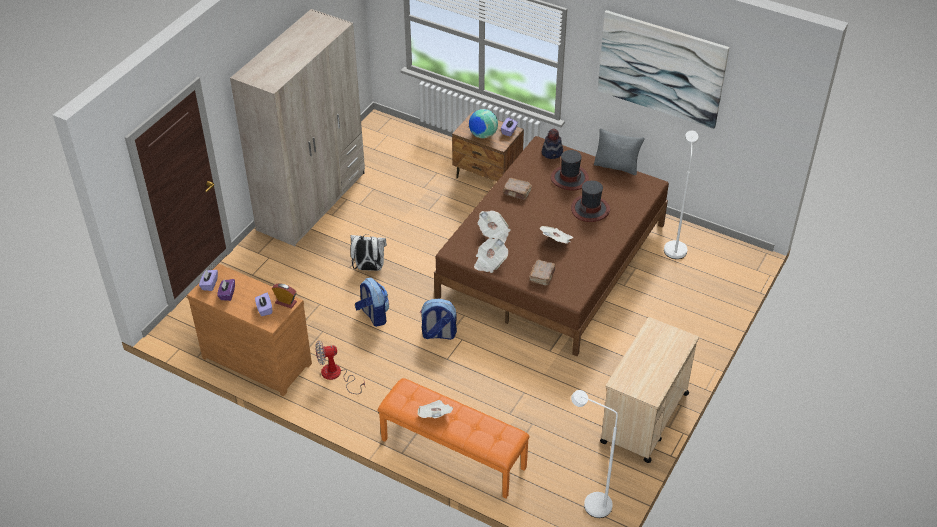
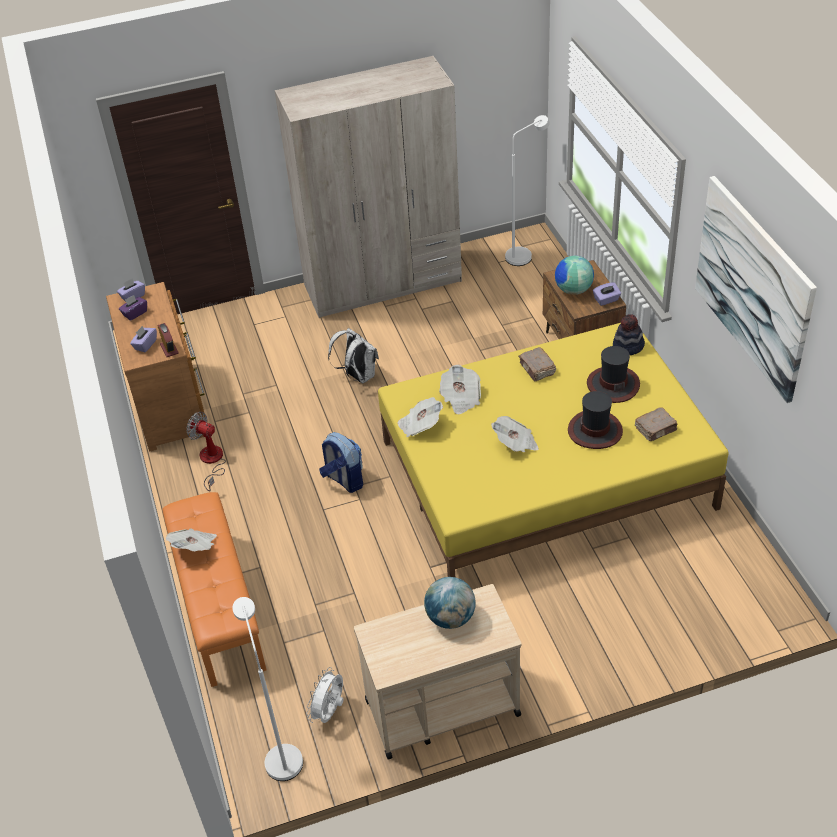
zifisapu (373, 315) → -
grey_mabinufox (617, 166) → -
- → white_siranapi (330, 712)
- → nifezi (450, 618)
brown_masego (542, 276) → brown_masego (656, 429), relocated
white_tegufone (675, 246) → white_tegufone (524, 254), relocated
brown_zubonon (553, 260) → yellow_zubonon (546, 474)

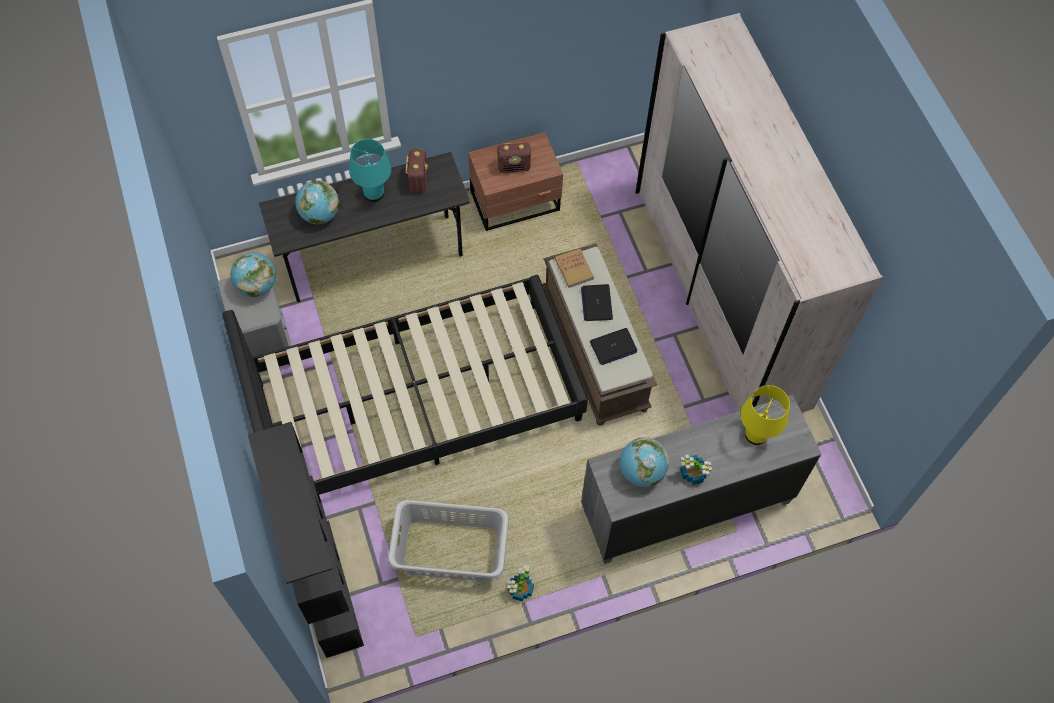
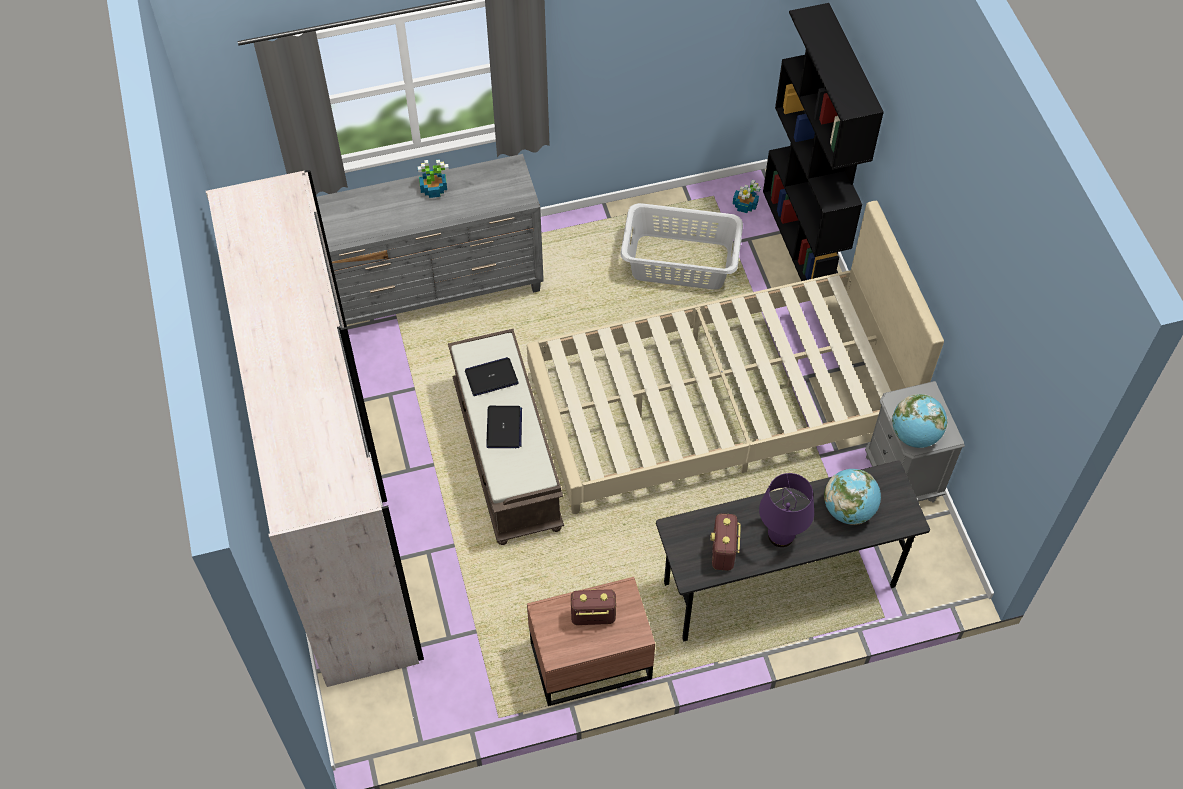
masego (574, 269) → -
nifezi (641, 471) → -
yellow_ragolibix (755, 435) → -
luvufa (520, 589) → luvufa (745, 205), relocated
black_zubonon (416, 402) → beige_zubonon (718, 406)
turquoise_ragolibix (374, 194) → purple_ragolibix (780, 535)

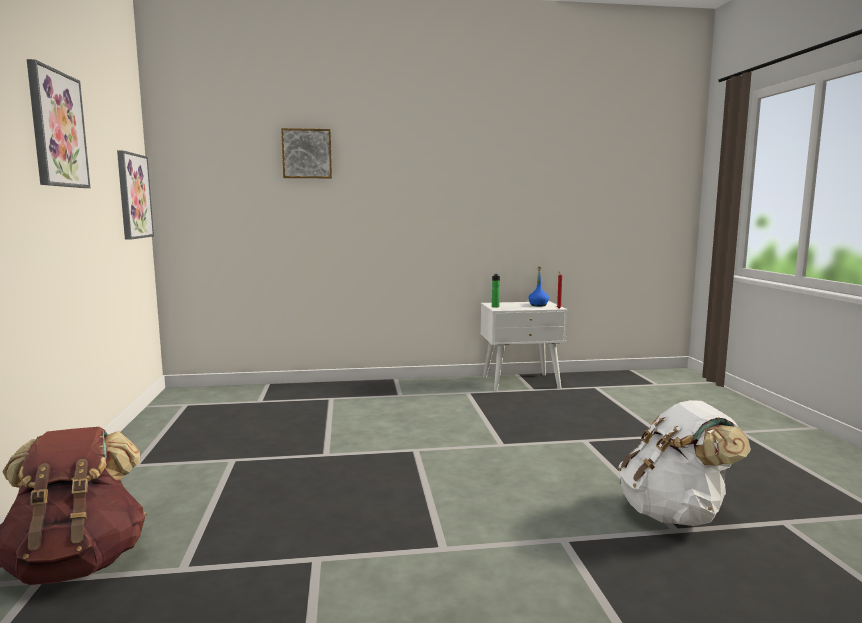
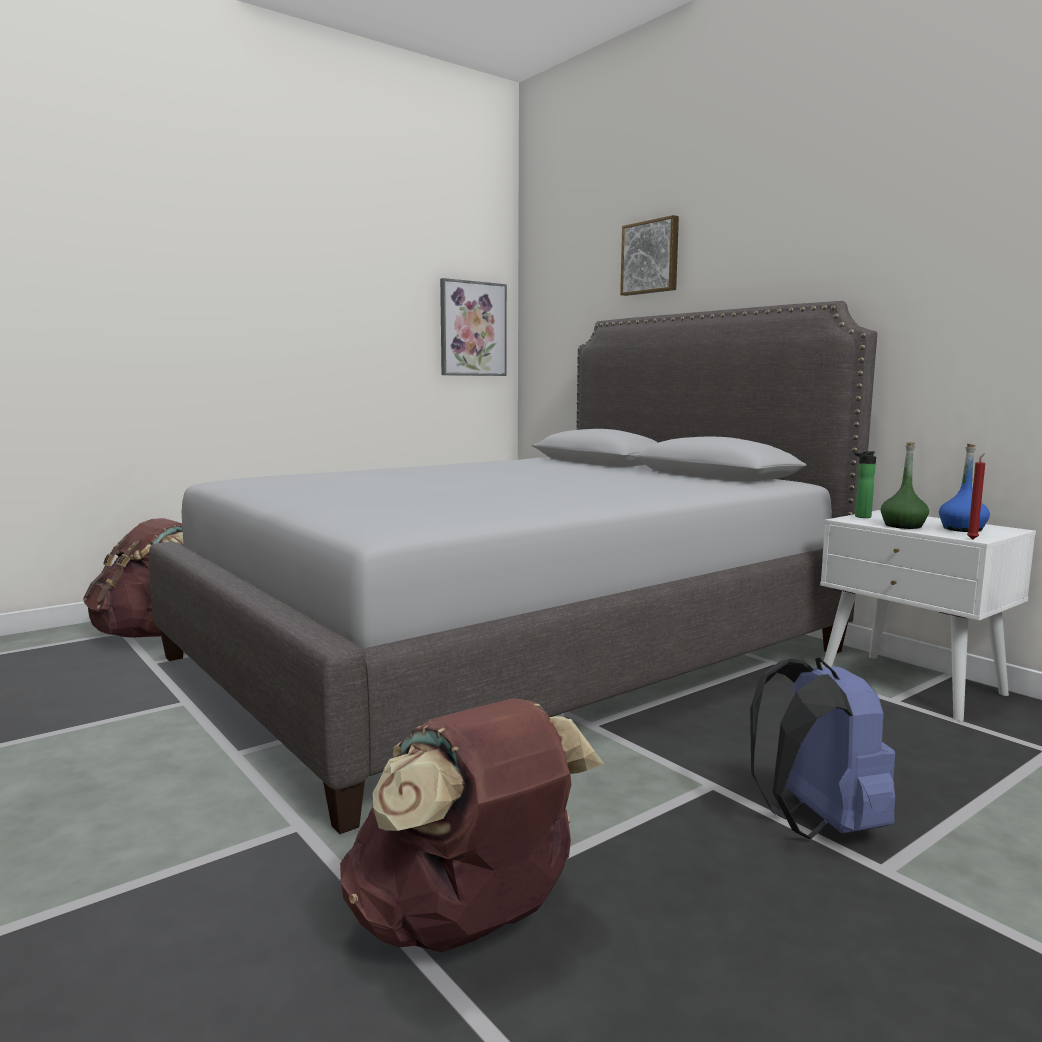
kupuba (57, 129) → -
- → grey_zubonon (512, 654)
- → blue_zifisapu (817, 824)
- → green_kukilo (903, 526)
white_zifisapu (675, 514) → brown_zifisapu (467, 924)

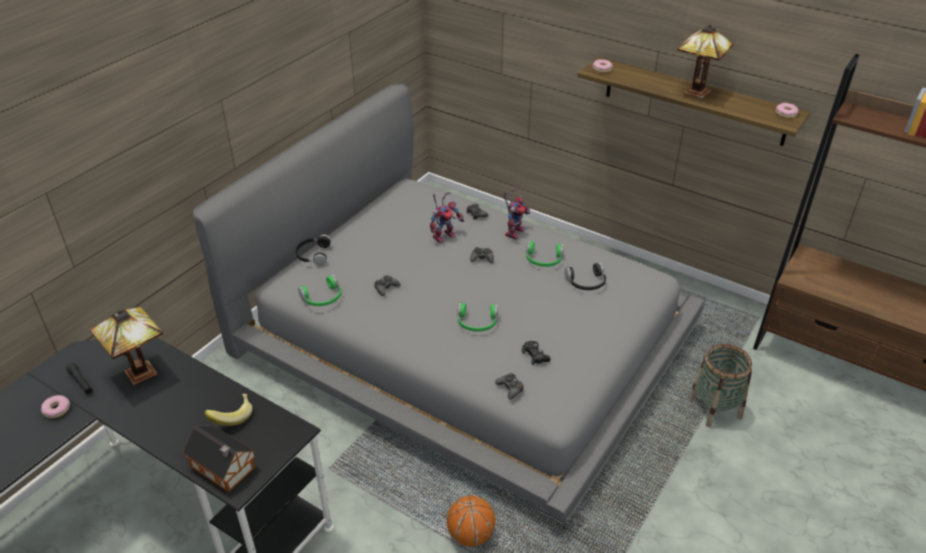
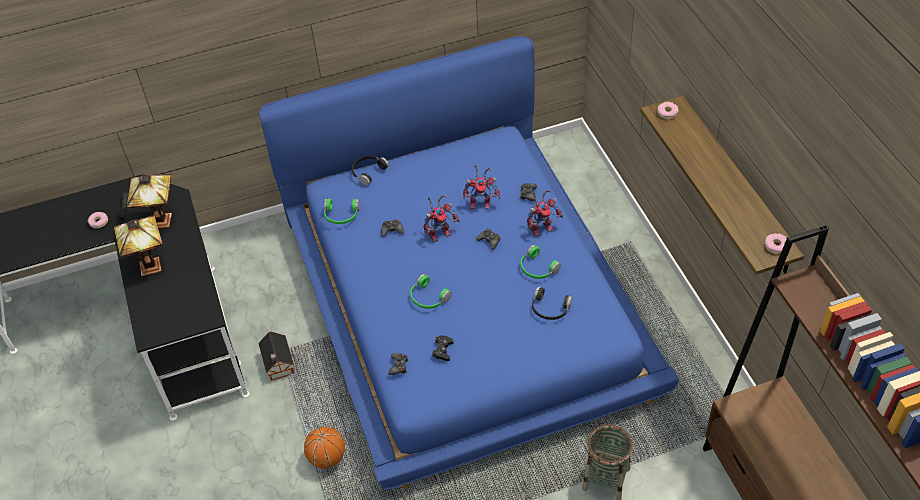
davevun (232, 416) → -
- → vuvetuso (440, 232)
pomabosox (224, 469) → pomabosox (278, 364), relocated
ragolibix (695, 92) → ragolibix (149, 266), relocated
grey_zubonon (462, 339) → blue_zubonon (463, 300)

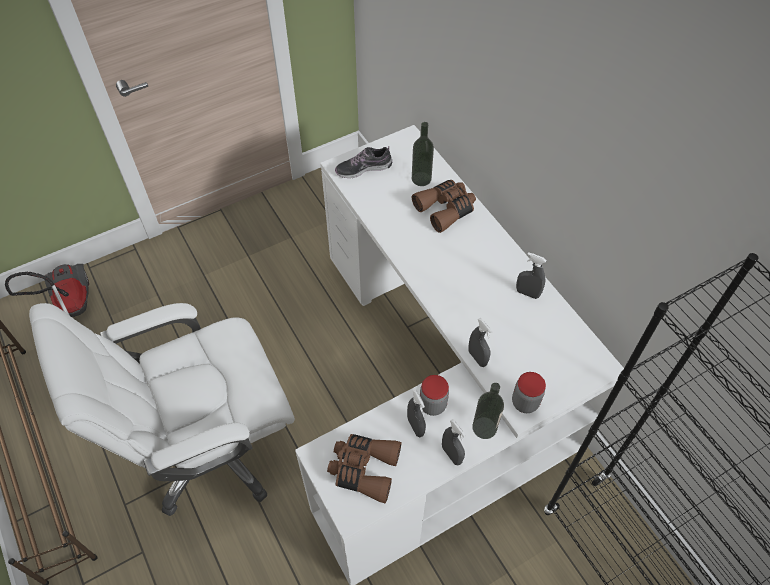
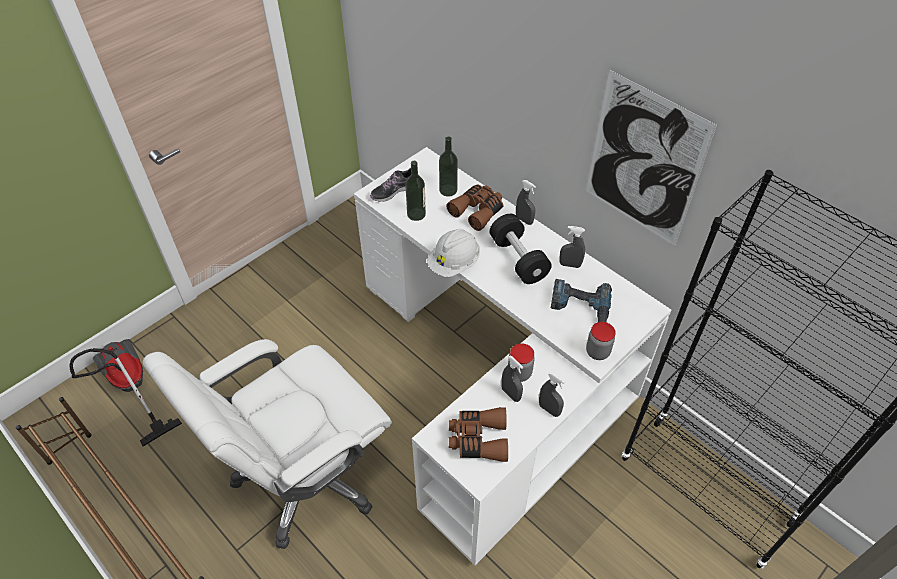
- → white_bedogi (454, 263)
- → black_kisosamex (518, 259)
- → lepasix (580, 306)
- → kupuba (644, 161)
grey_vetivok (477, 358) → grey_vetivok (524, 220), relocated
kukilo (484, 428) → kukilo (416, 214), relocated

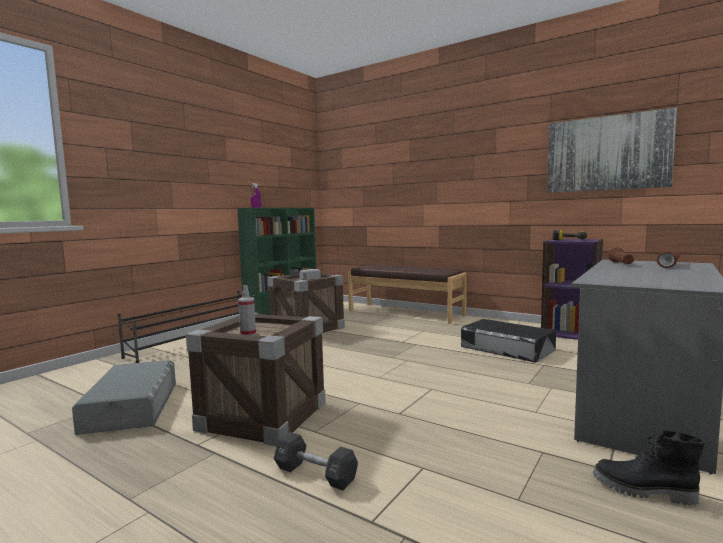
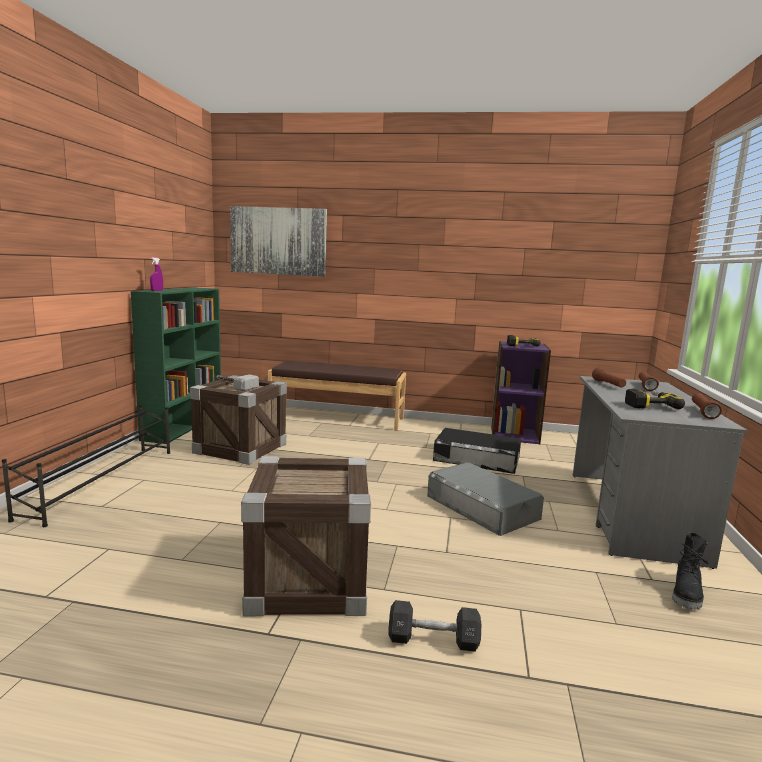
vetivok (248, 334) → -
- → lepasix (648, 404)
- → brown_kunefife (702, 412)
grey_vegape (132, 406) → grey_vegape (482, 507), relocated
kupuba (607, 153) → kupuba (278, 241), relocated
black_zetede (643, 491) → black_zetede (687, 594), 60 degrees counterclockwise

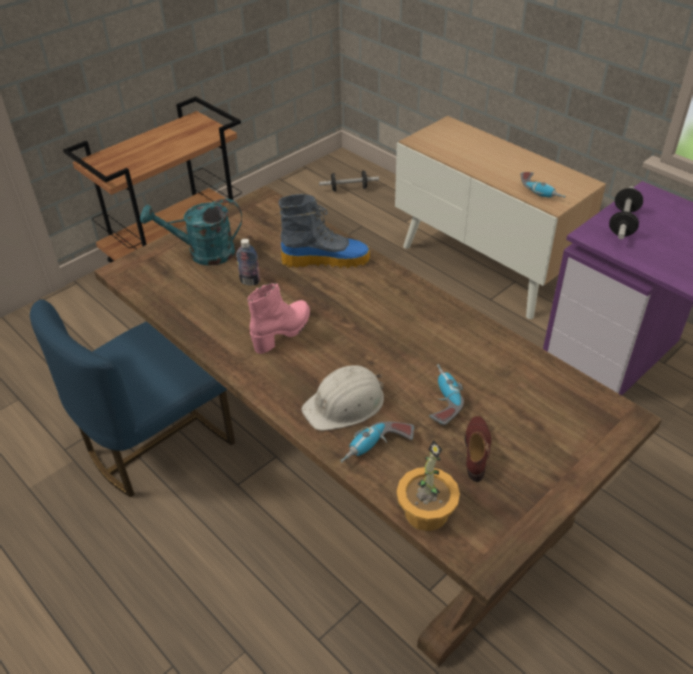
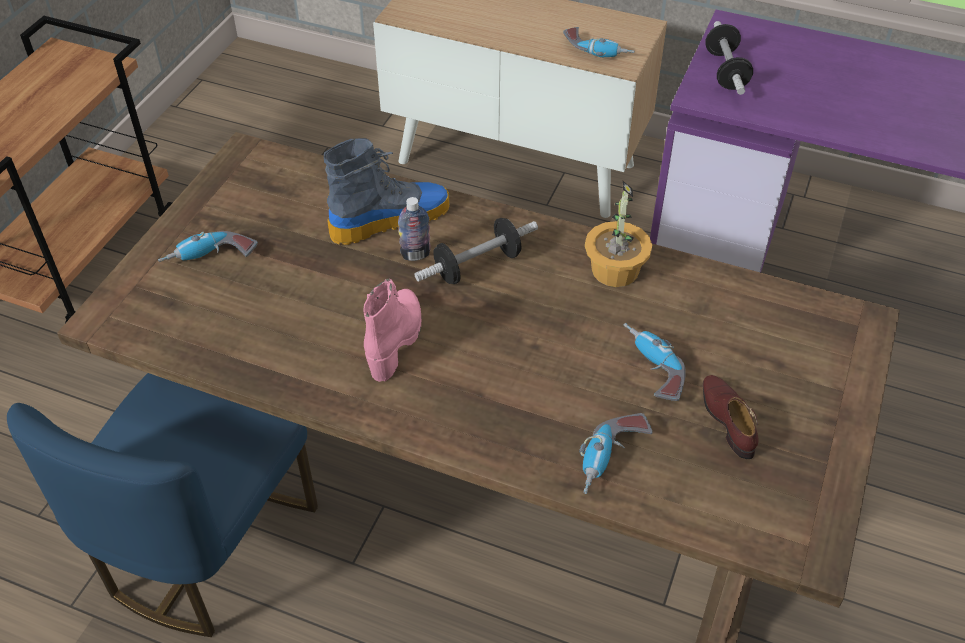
white_bedogi (345, 404) → -
kukilo (250, 281) → kukilo (415, 254), relocated
kisosamex (349, 189) → kisosamex (477, 265), relocated
luvufa (425, 512) → luvufa (614, 270), relocated
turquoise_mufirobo (203, 253) → lepasix (210, 259)

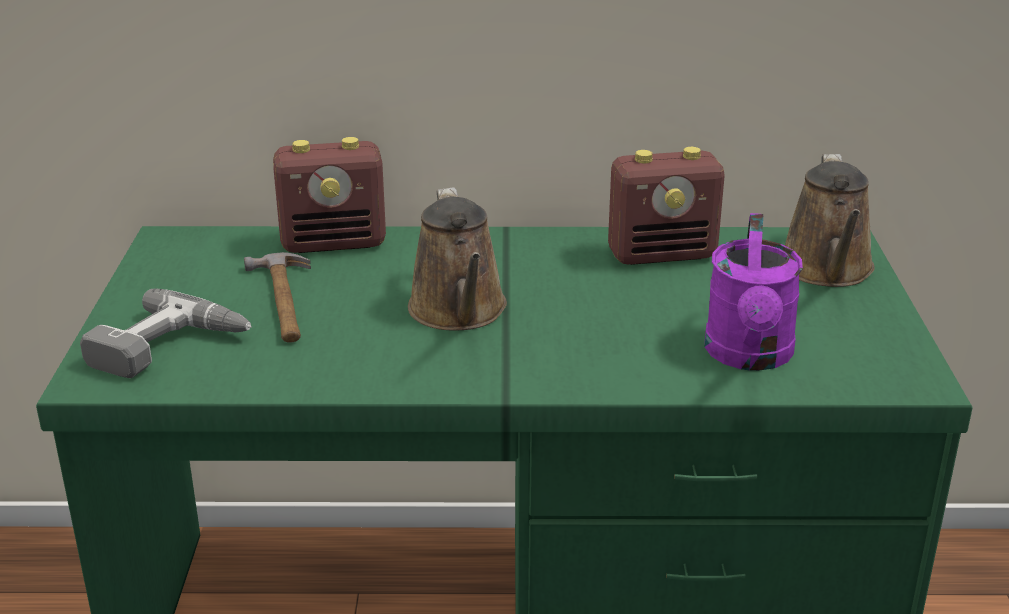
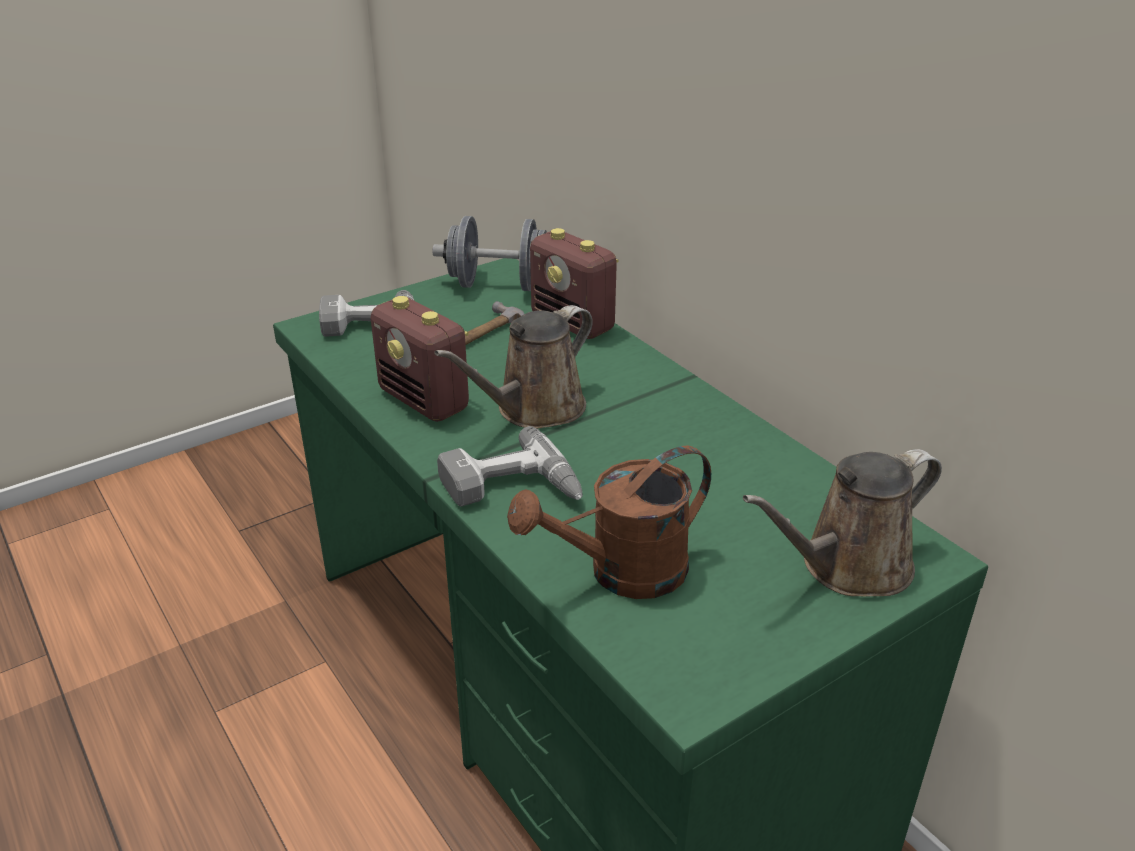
- → grey_kisosamex (499, 285)
- → lepasix (512, 490)
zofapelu (662, 254) → zofapelu (425, 401), relocated
purple_mufirobo (749, 356) → brown_mufirobo (622, 573)

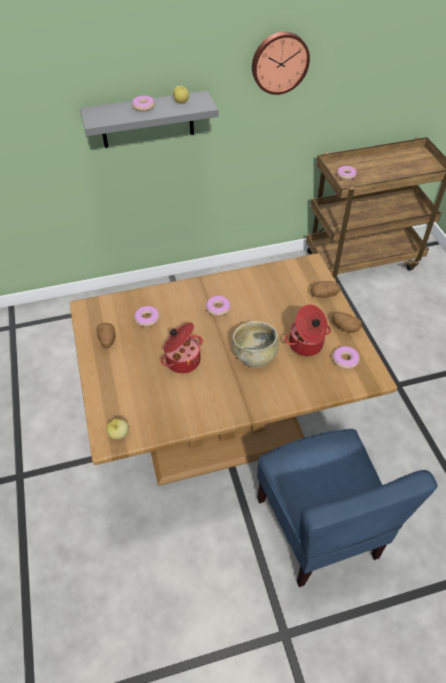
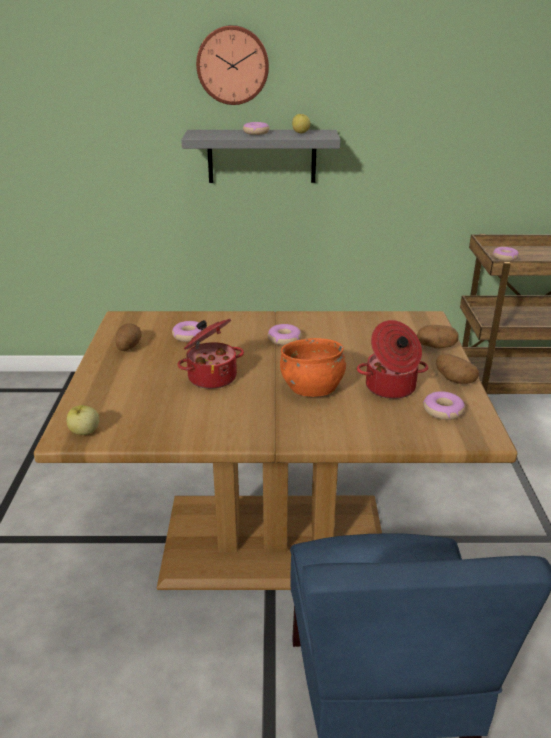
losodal (279, 62) → losodal (233, 65), relocated
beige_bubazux (255, 356) → orange_bubazux (312, 388)

